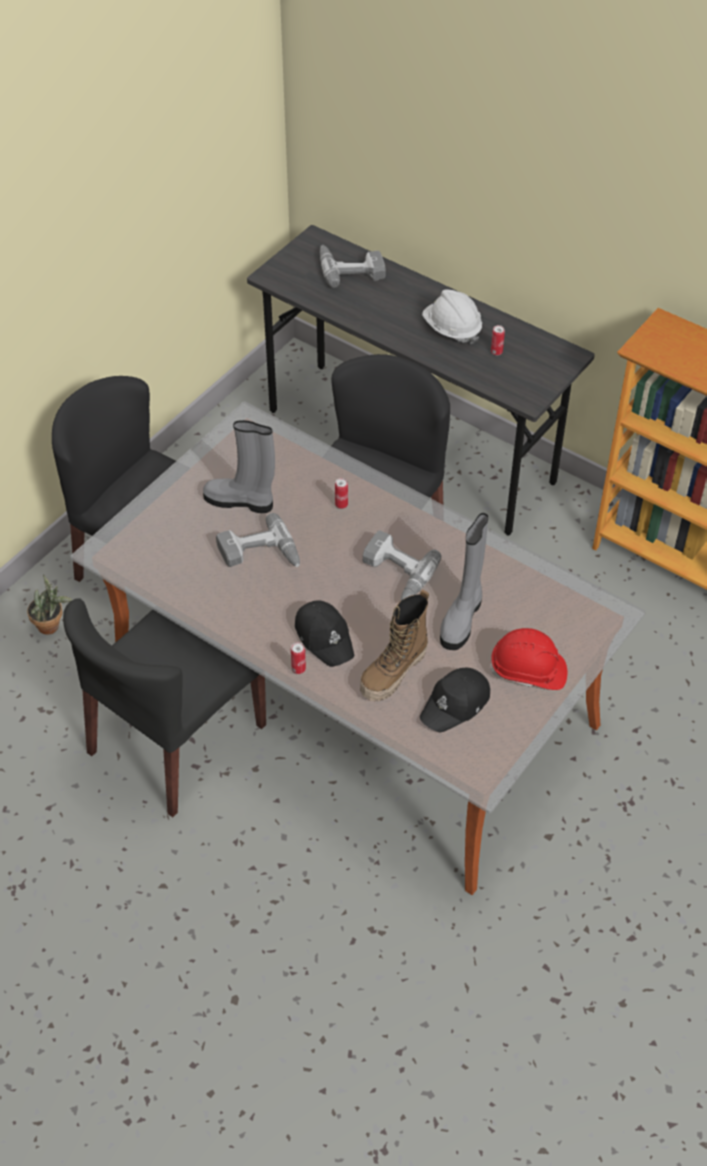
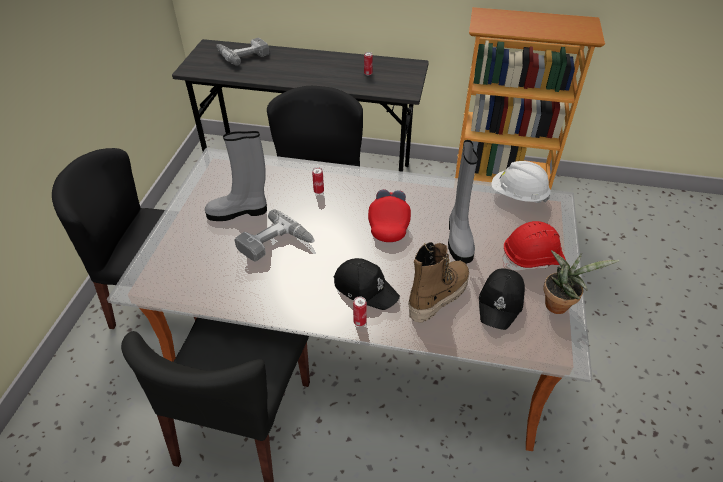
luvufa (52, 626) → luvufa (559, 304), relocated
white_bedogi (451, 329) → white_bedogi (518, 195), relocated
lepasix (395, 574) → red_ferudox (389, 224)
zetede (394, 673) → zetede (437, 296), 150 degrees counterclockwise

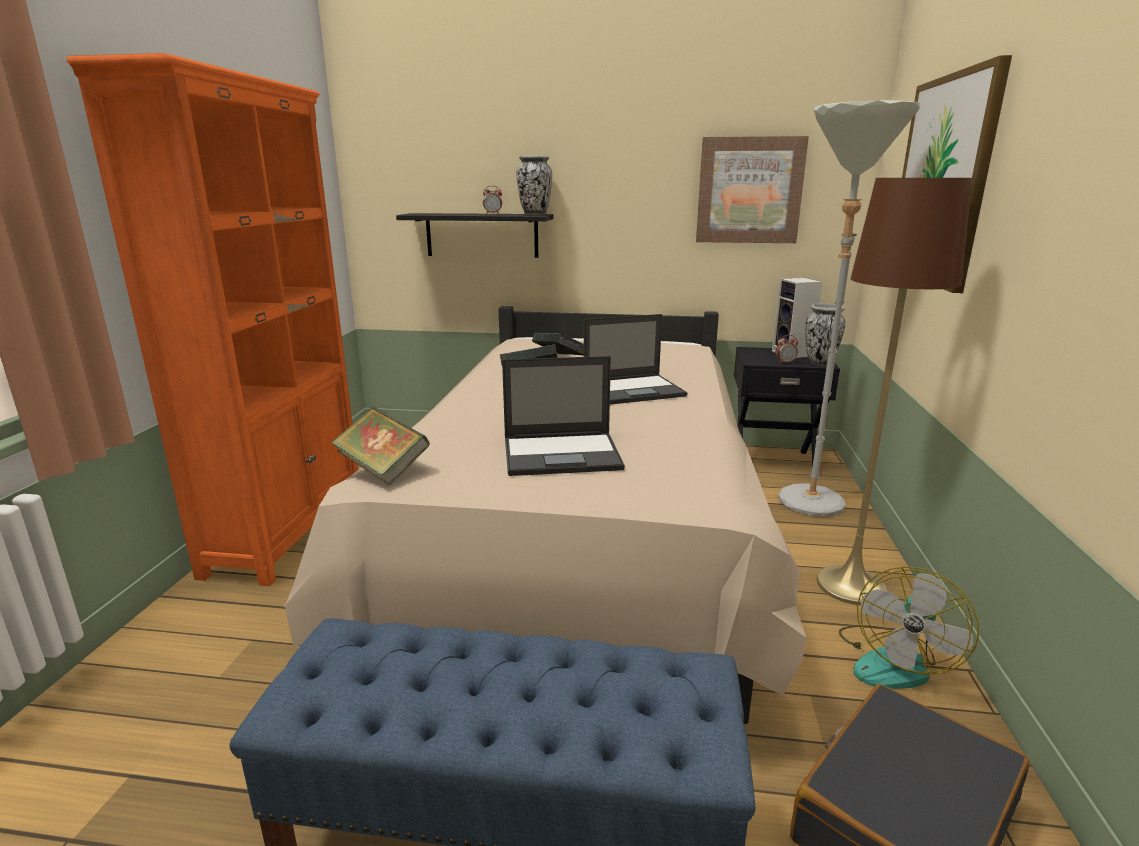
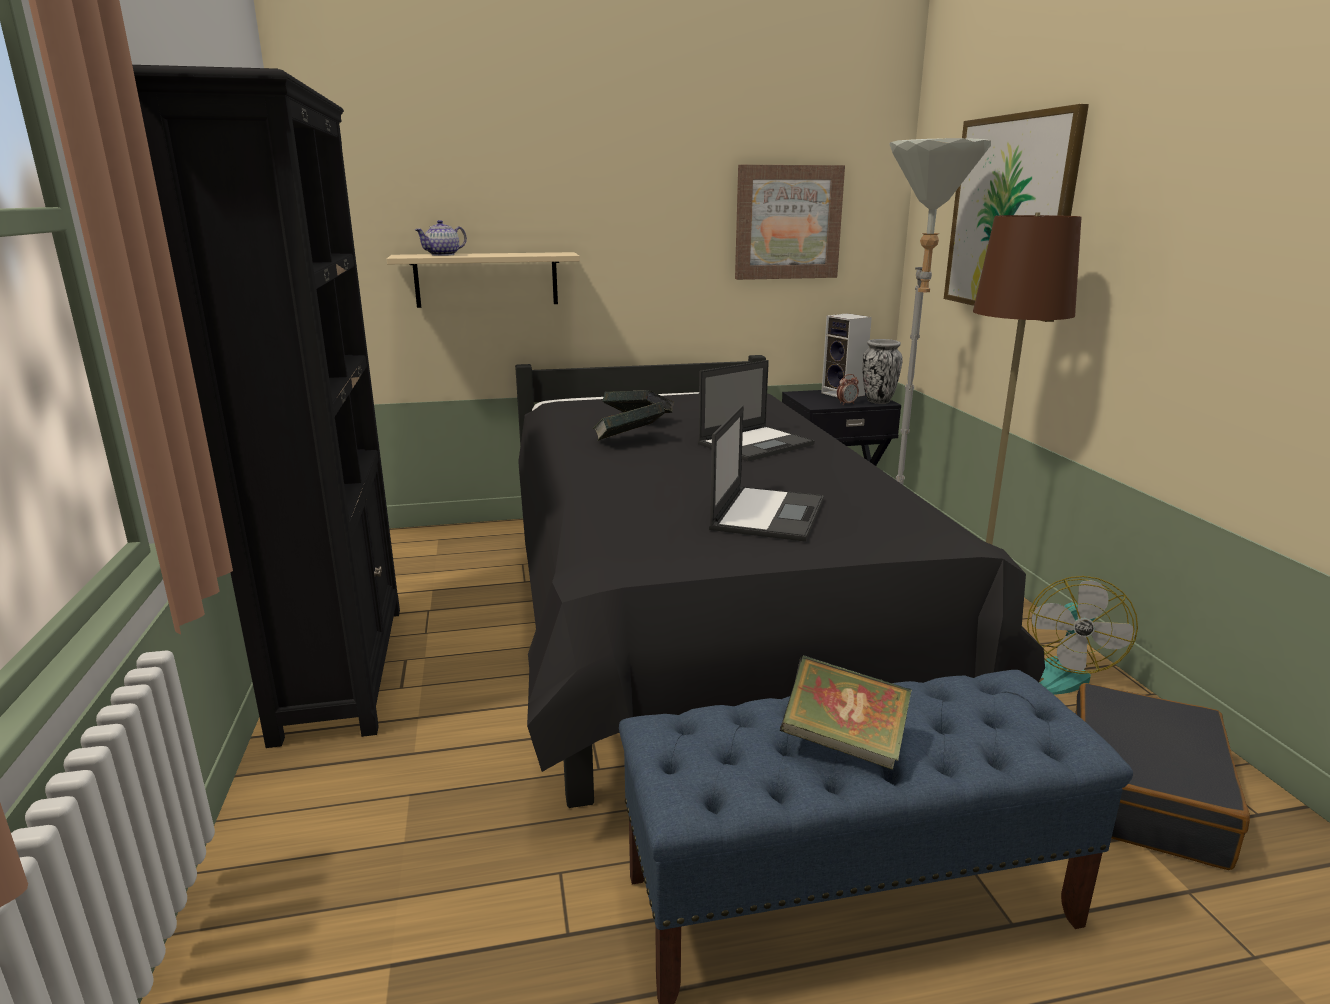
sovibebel (493, 214) → -
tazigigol (535, 214) → -
- → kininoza (443, 255)
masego (383, 469) → masego (843, 743), relocated
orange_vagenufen (289, 530) → black_vagenufen (342, 668)
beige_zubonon (580, 538) → black_zubonon (698, 617)
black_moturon (482, 235) → beige_moturon (486, 279)
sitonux (563, 454) → sitonux (768, 513), 45 degrees counterclockwise

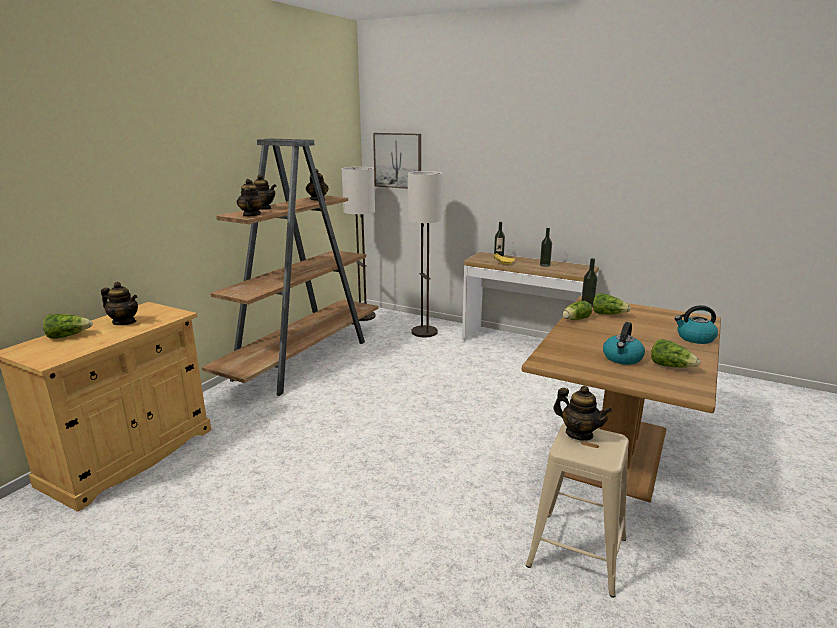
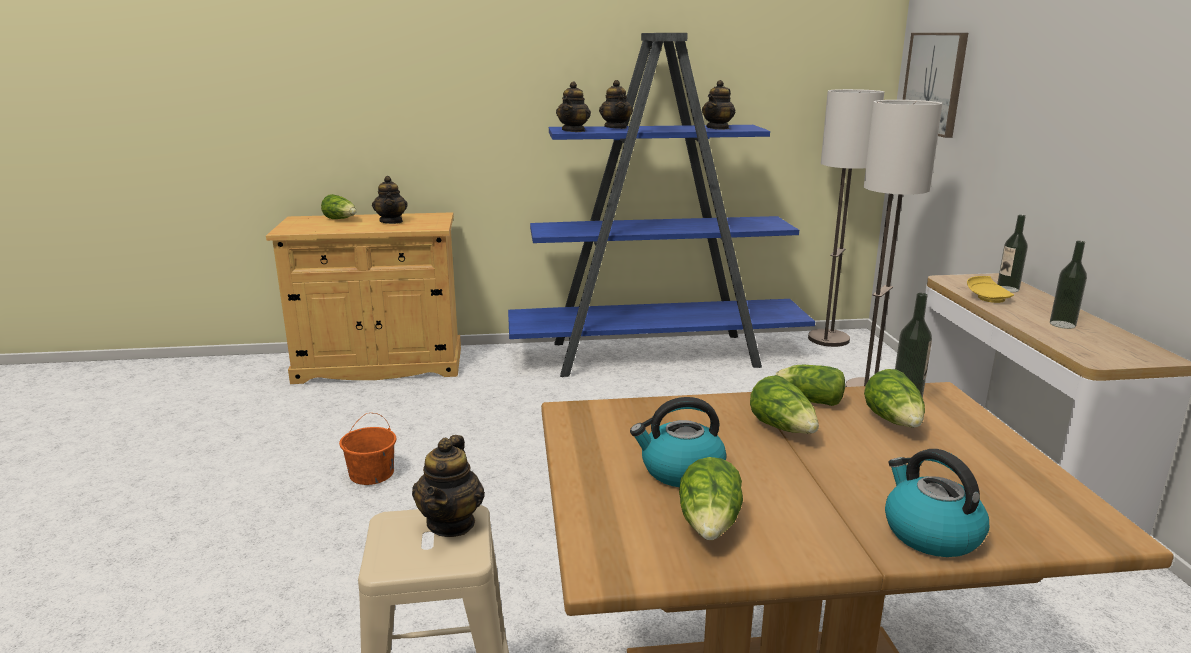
- → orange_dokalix (372, 474)
- → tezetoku (783, 428)
brown_vagenufen (303, 359) → blue_vagenufen (657, 355)
kininoza (251, 215) → kininoza (574, 131), 150 degrees clockwise

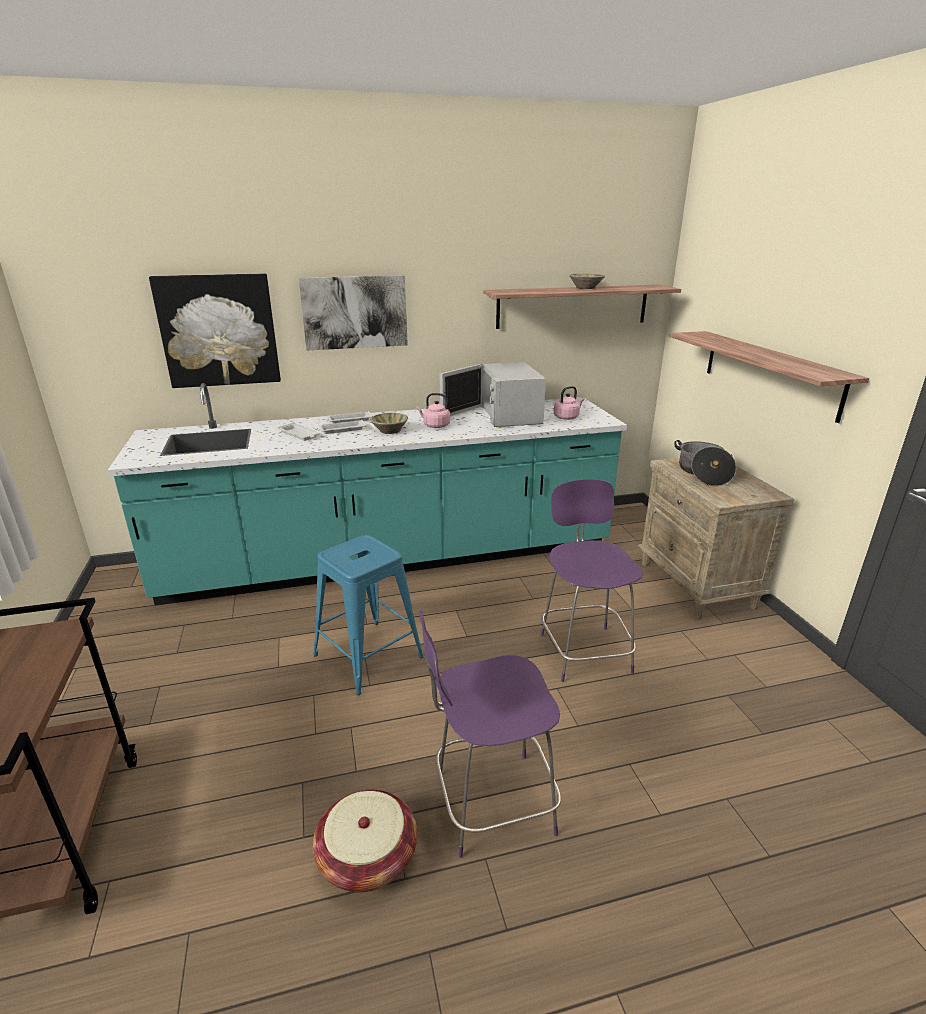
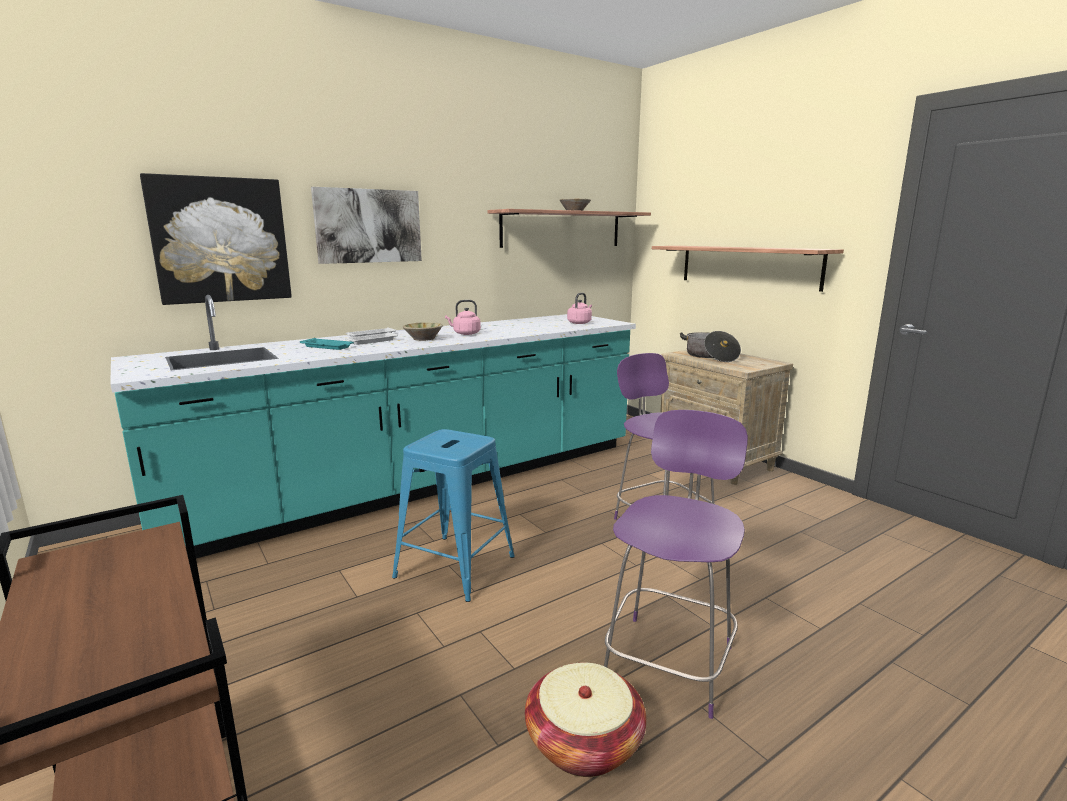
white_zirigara (505, 415) → -
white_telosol (299, 435) → turquoise_telosol (328, 347)
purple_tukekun (489, 803) → purple_tukekun (670, 660), 150 degrees clockwise

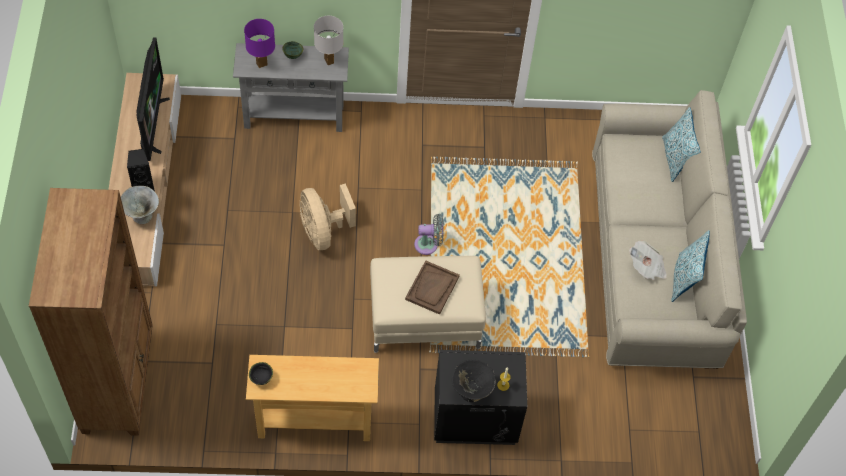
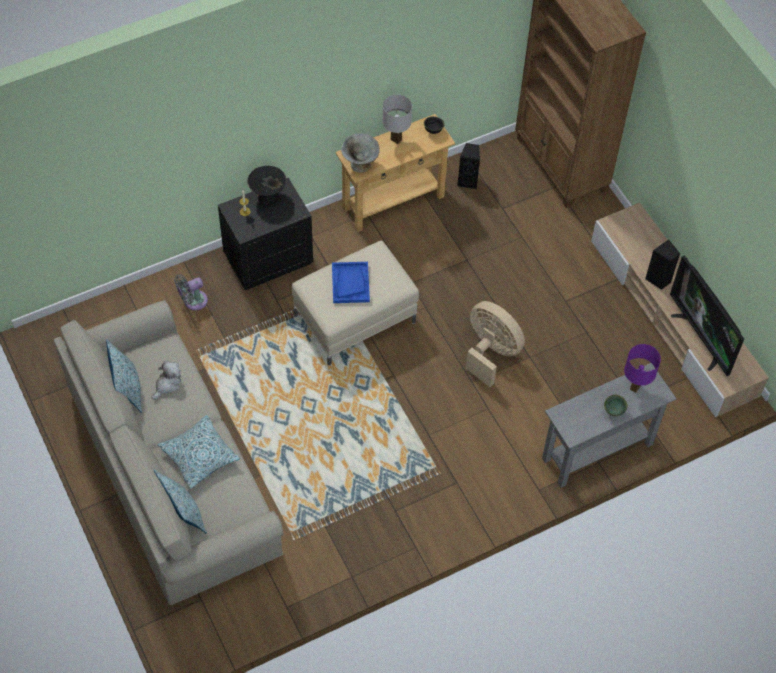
- → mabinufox (199, 456)
- → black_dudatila (468, 181)
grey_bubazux (142, 215) → grey_bubazux (360, 164), relocated
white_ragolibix (329, 61) → white_ragolibix (395, 140), relocated
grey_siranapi (429, 245) → grey_siranapi (193, 301), relocated
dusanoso (646, 267) → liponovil (167, 384)
brown_telosol (432, 288) → blue_telosol (350, 283)

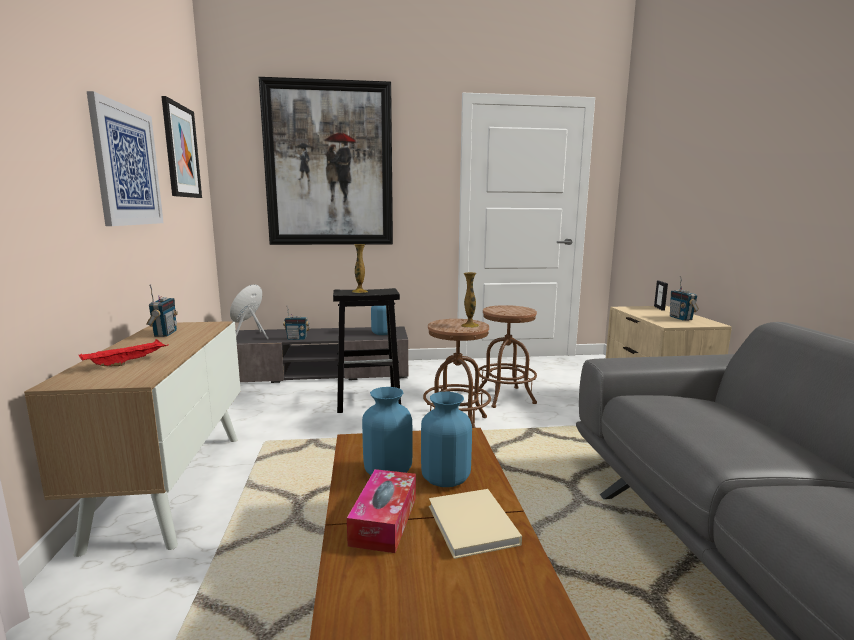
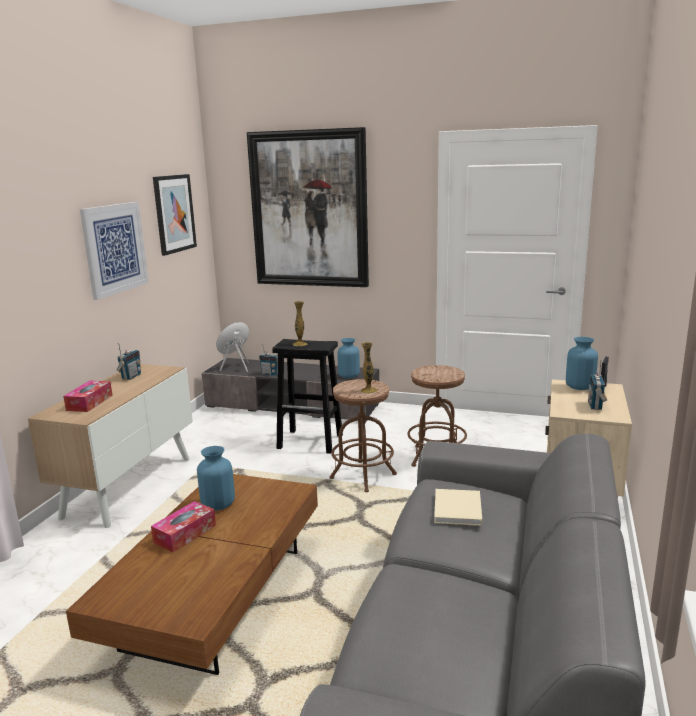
blue_tazigigol (445, 478) → blue_tazigigol (580, 387), relocated
beige_masego (473, 526) → beige_masego (457, 510), relocated
red_telosol (127, 363) → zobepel (89, 402)

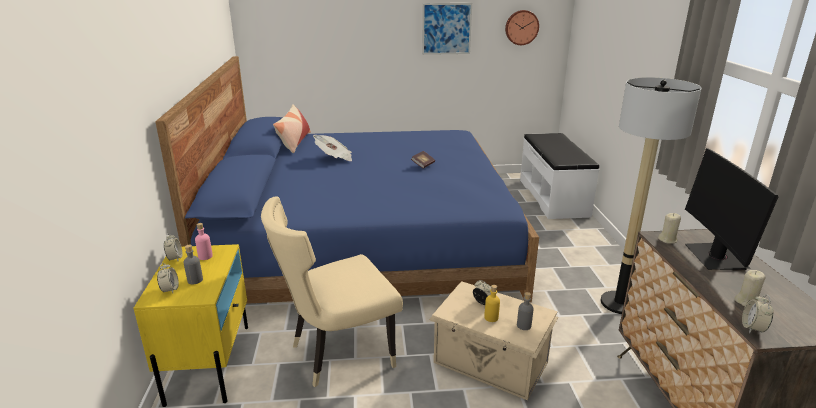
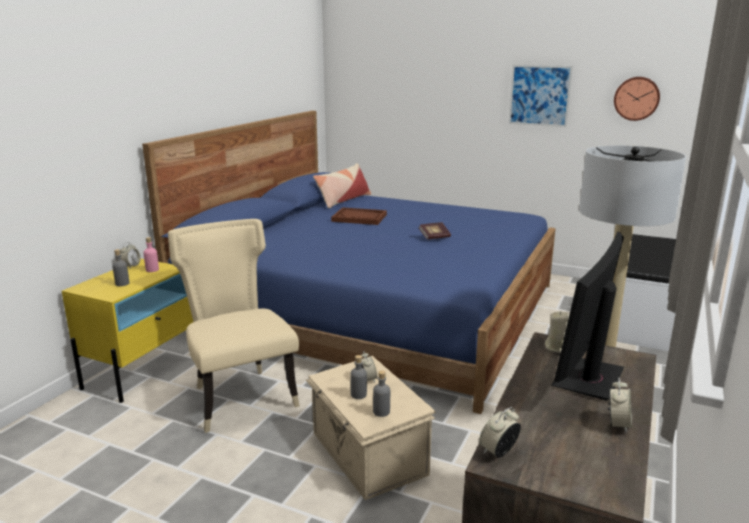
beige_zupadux (746, 301) → -
sovibebel (170, 290) → sovibebel (618, 424), relocated
dusanoso (334, 158) → brown_telosol (359, 218)
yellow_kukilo (491, 317) → grey_kukilo (358, 394)
beige_tukekun (337, 353) → beige_tukekun (240, 396), 60 degrees clockwise

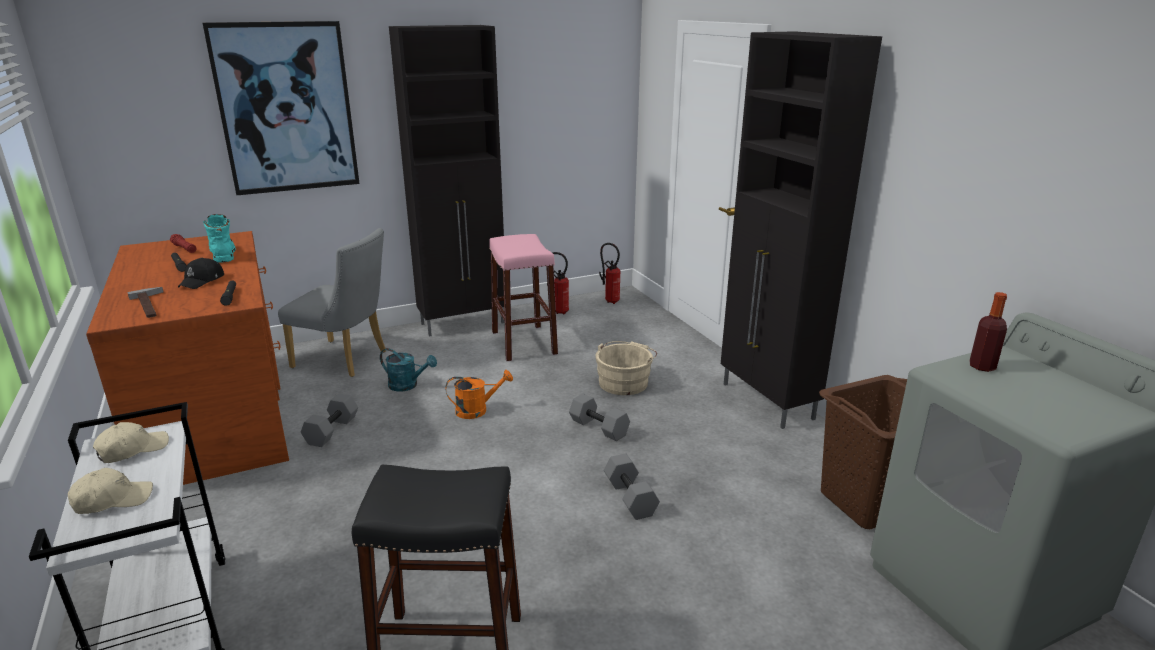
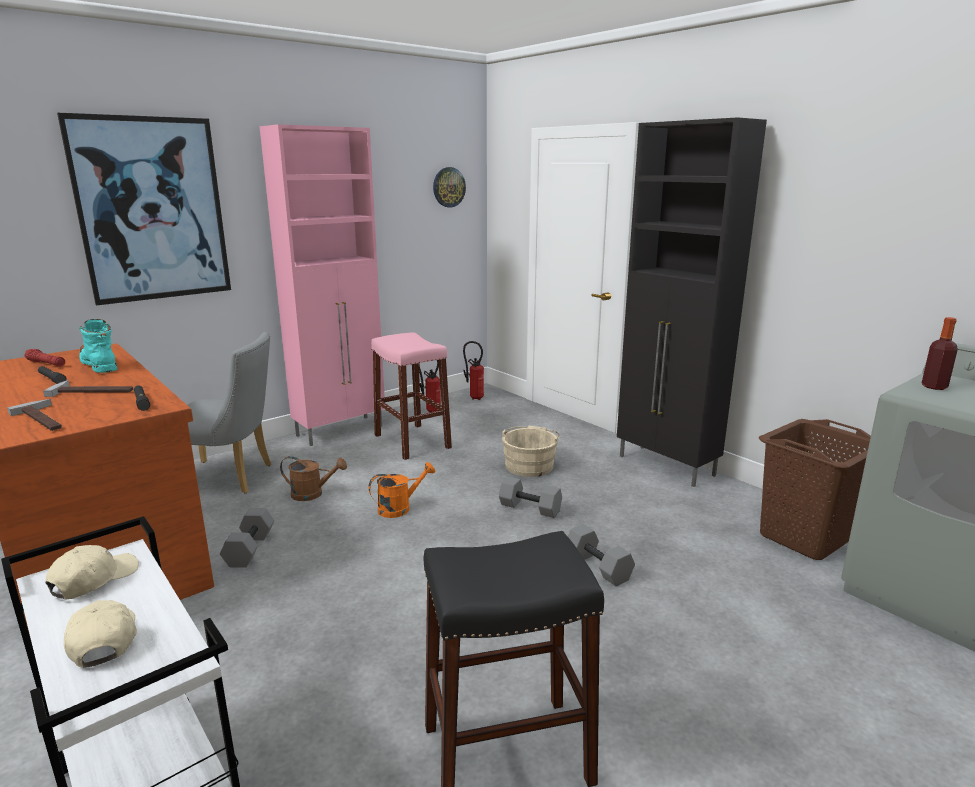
- → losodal (448, 187)
black_ferudox (202, 281) → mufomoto (94, 391)
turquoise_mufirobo (408, 385) → brown_mufirobo (313, 494)
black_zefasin (464, 323) → pink_zefasin (341, 430)
beige_ferudox (113, 500) → beige_ferudox (103, 640), 75 degrees counterclockwise

